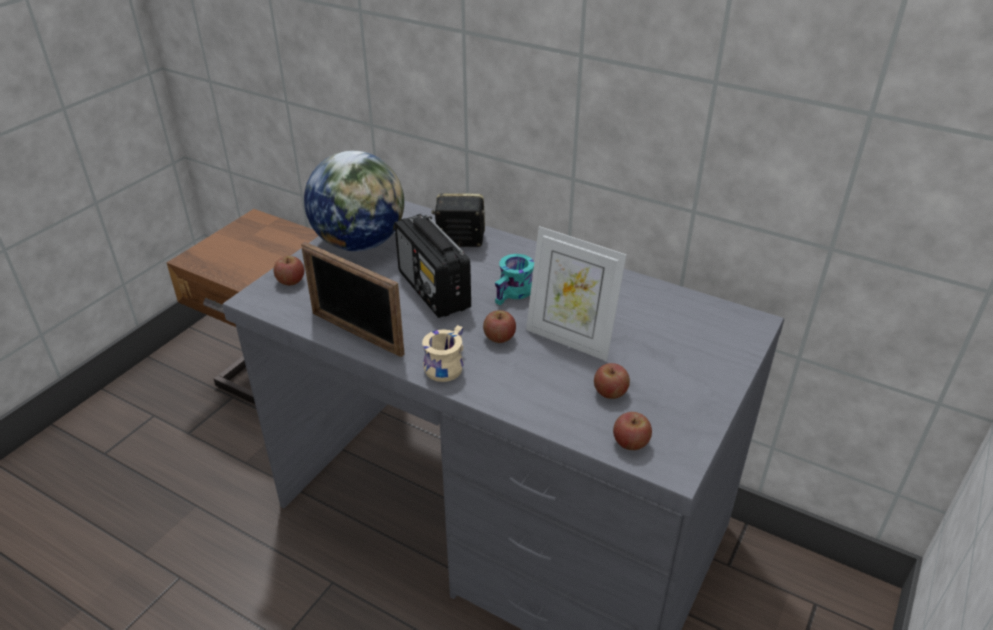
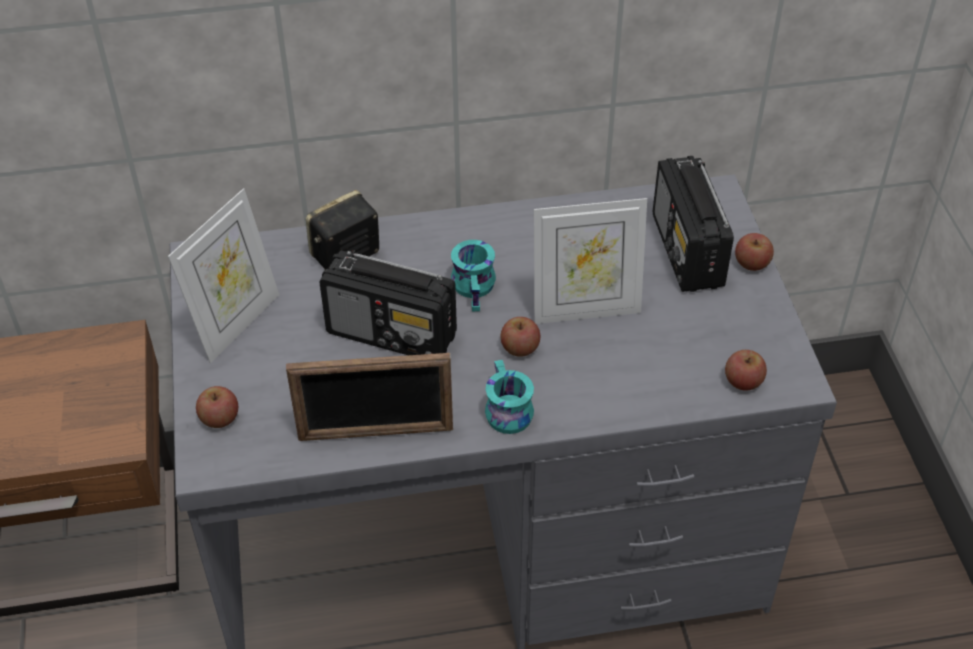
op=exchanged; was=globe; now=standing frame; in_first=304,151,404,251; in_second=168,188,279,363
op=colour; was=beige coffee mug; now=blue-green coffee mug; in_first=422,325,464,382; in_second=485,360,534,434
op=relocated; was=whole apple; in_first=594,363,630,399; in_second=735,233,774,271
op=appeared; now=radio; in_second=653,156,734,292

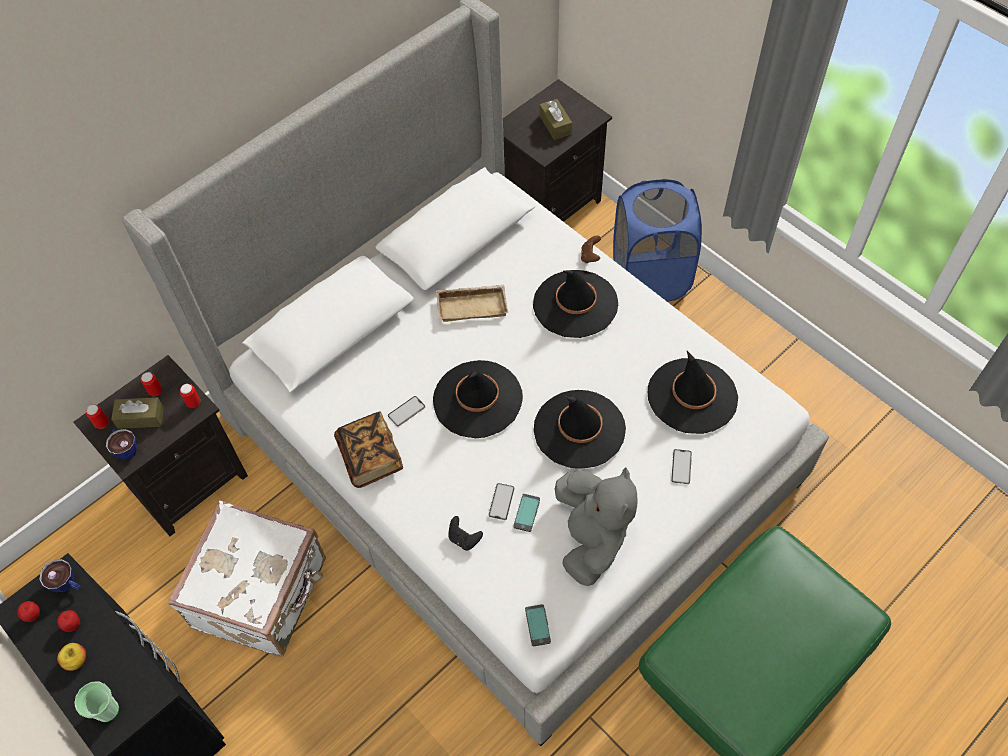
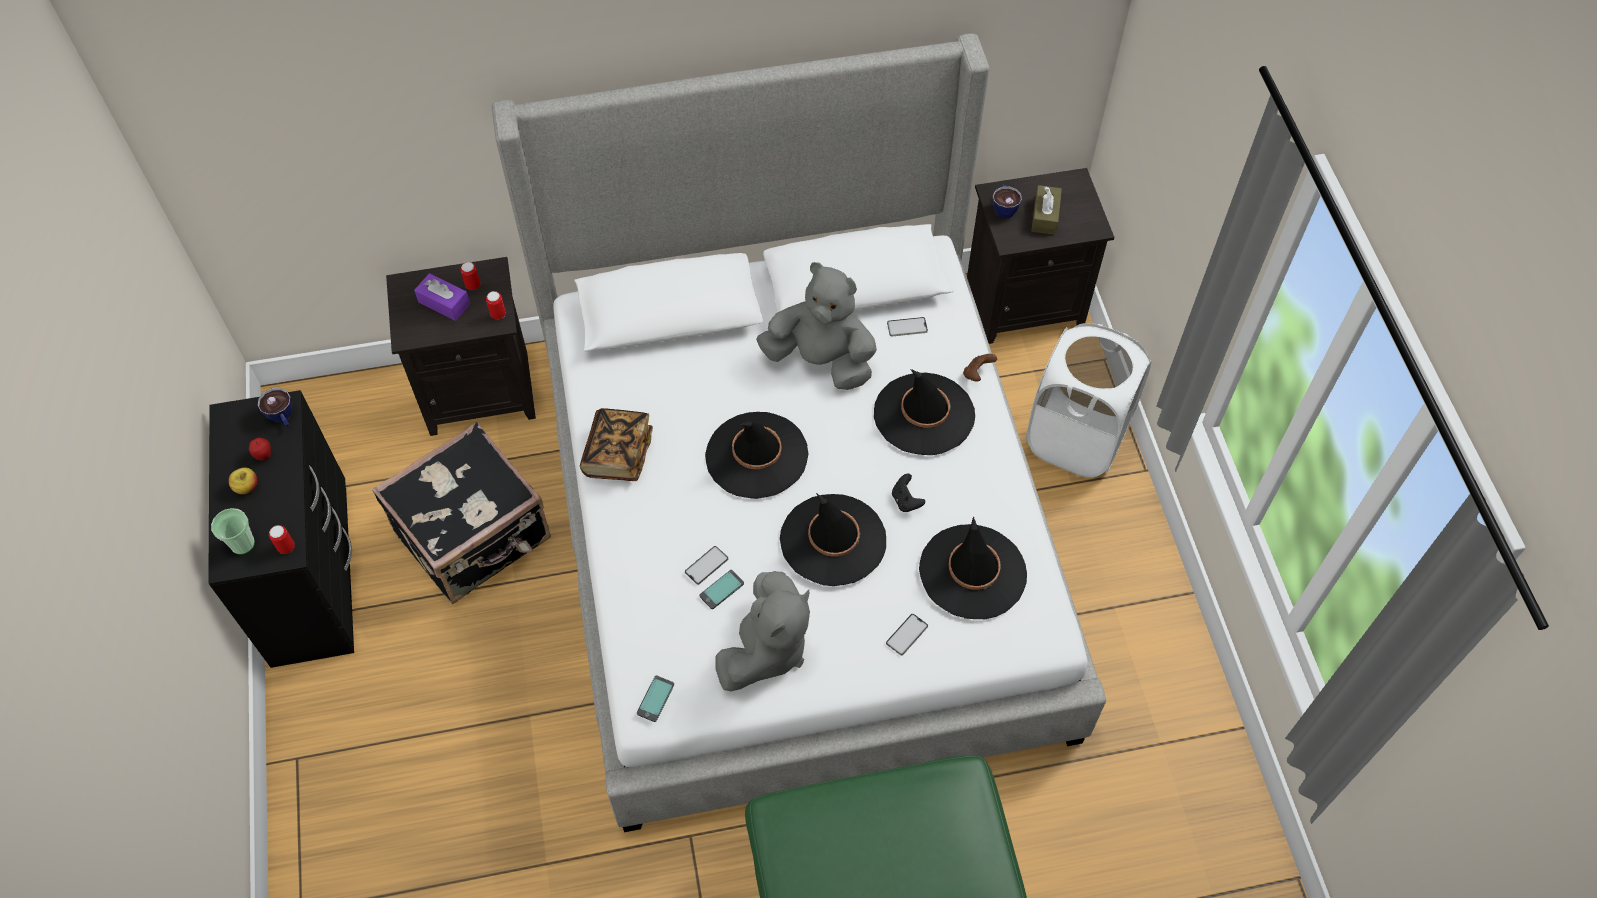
op=missing; was=whole apple; in_first=17,601,40,622
op=relocated; was=can; in_first=86,405,109,429; in_second=269,525,295,554
op=relocated; was=cup; in_first=106,429,137,460; in_second=993,184,1022,218
op=colour; was=brown box of tissues; now=purple-coloured box of tissues; in_first=111,397,164,429; in_second=414,273,470,321
op=colour; was=white piece of luggage; now=blackish piece of luggage; in_first=168,501,326,657; in_second=372,422,551,604
op=relocated; was=telephone; in_first=388,396,425,427; in_second=887,317,928,337
op=exchanged; was=beige tray; now=gray cuddly toy; in_first=436,285,508,322; in_second=756,262,877,390
op=relocated; was=blackish joypad; in_first=448,516,483,550; in_second=892,474,925,512
op=colour; was=bluish laundry basket; now=white laundry basket; in_first=613,179,702,302; in_second=1026,323,1152,478

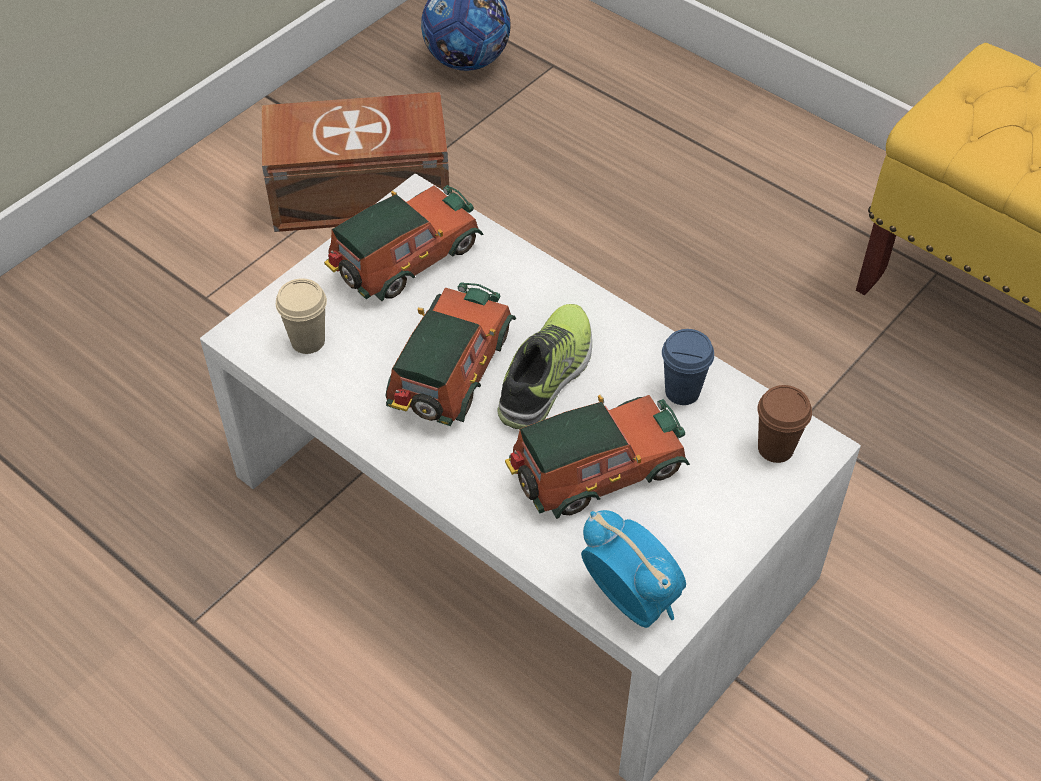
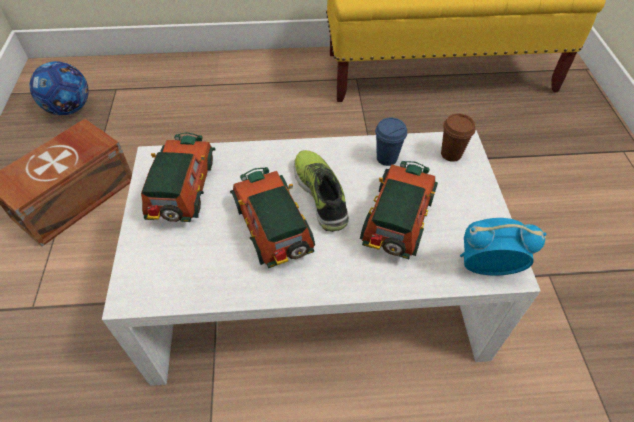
op=missing; was=beige cup; in_first=276,278,327,354

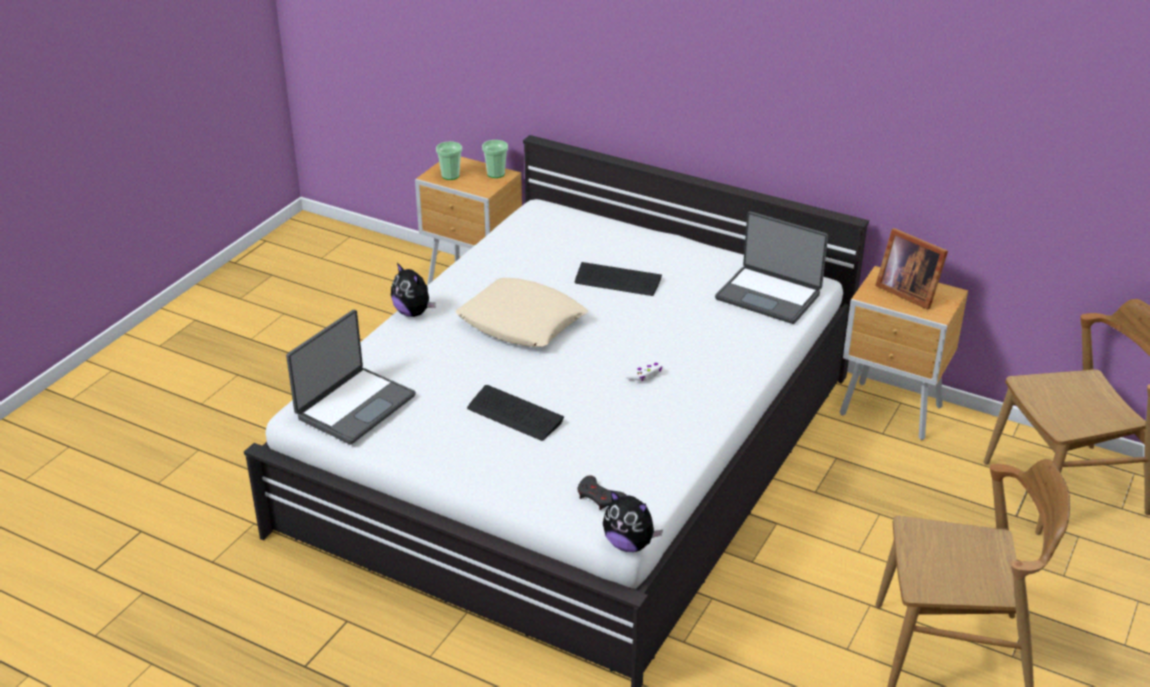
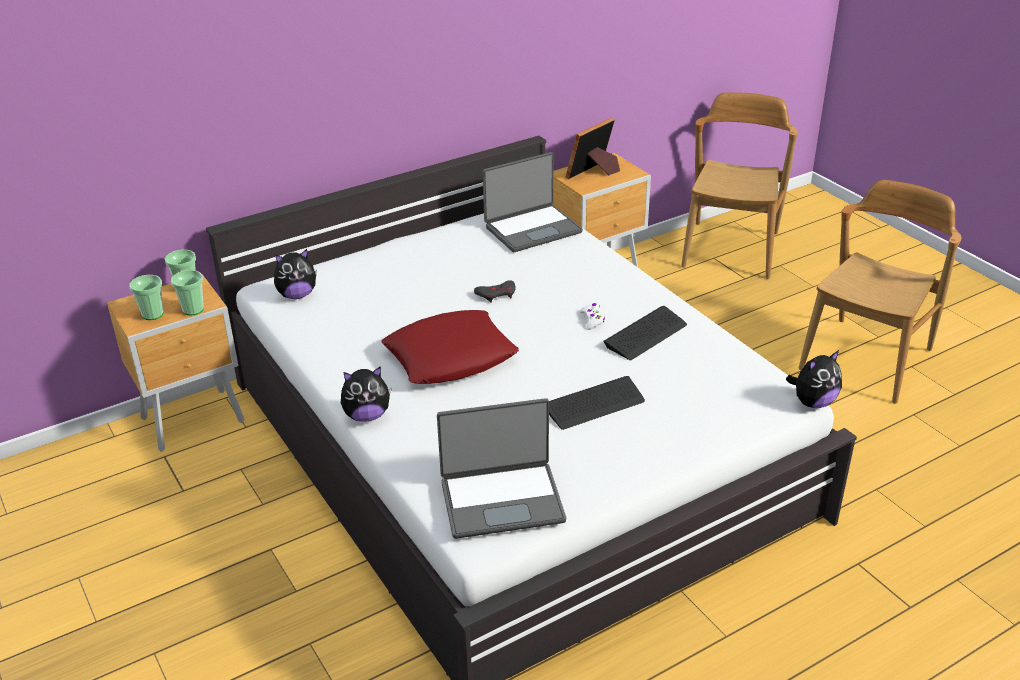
op=spun; was=portable computer; in_first=286,309,416,445; in_second=437,398,566,539; clockwise=105
op=colour; was=beige throw pillow; now=red throw pillow; in_first=455,278,588,347; in_second=381,310,519,384
op=relocated; was=PC keyboard; in_first=575,262,662,296; in_second=603,306,687,360
op=relocated; was=gray joypad; in_first=577,475,626,510; in_second=474,280,516,303
op=spun; was=standing frame; in_first=875,228,948,310; in_second=566,118,620,179; clockwise=150
op=appeared; now=cup; in_second=171,270,204,315
op=appeared; now=cuddly toy; in_second=274,249,317,299

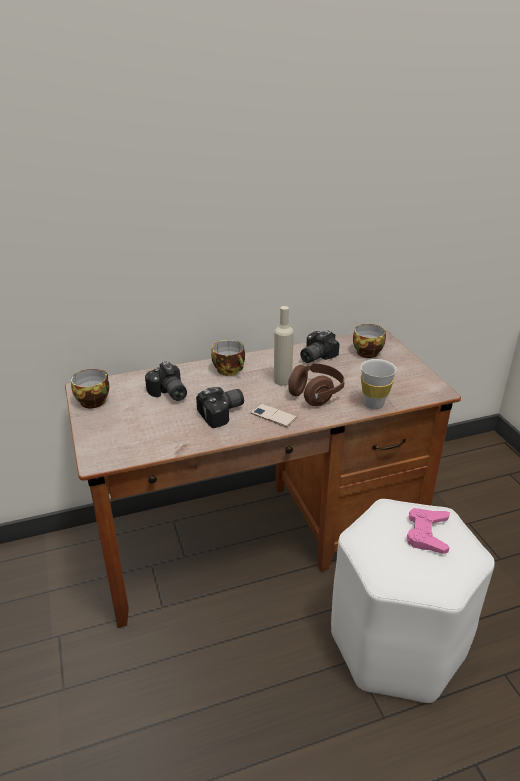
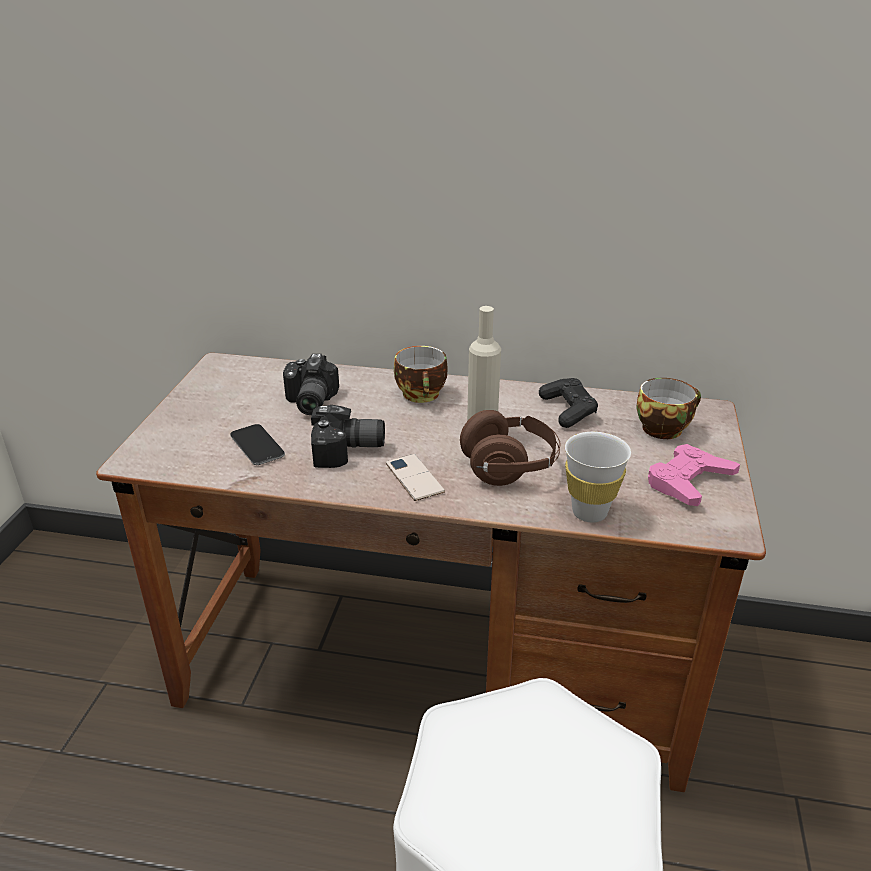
op=missing; was=cup; in_first=71,369,110,408
op=exchanged; was=photo camera; now=blackish joypad; in_first=300,330,339,363; in_second=539,378,598,428
op=relocated; was=pink joypad; in_first=407,508,450,554; in_second=648,444,740,506
op=appeared; now=telephone; in_second=230,424,285,465

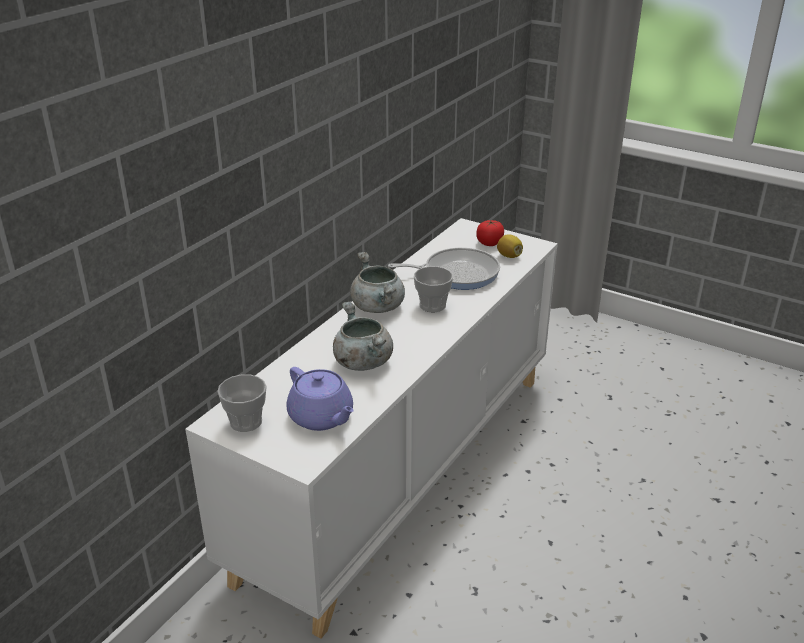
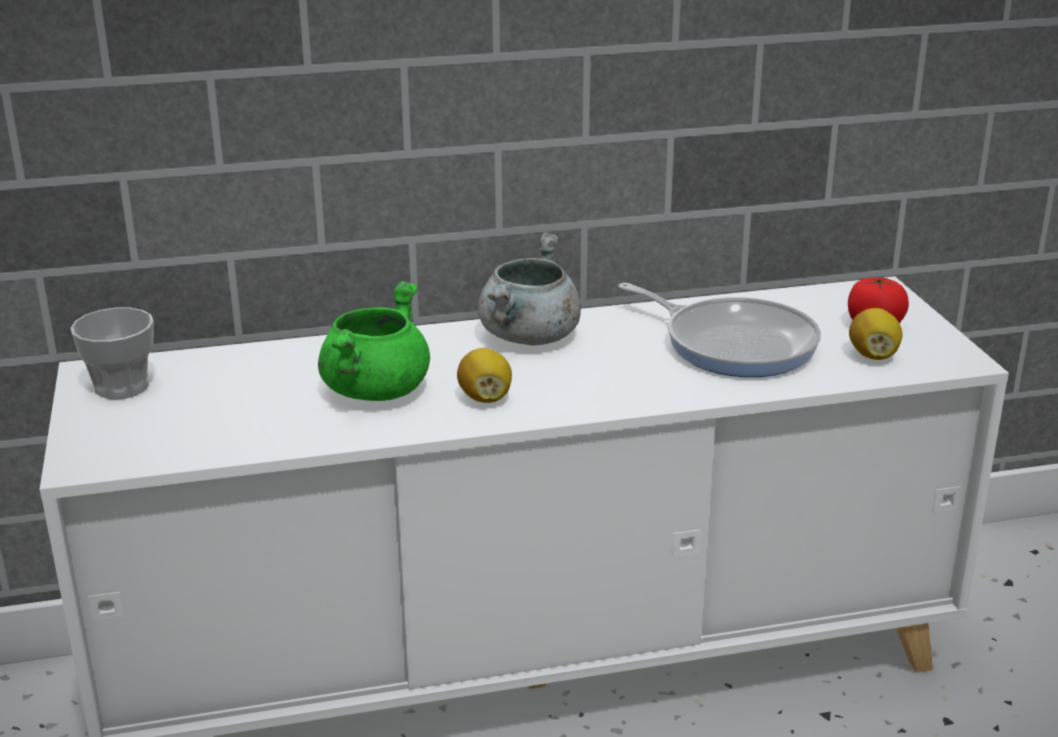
op=missing; was=purple-coloured pot for tea; in_first=287,367,354,431
op=colour; was=gray cooking pot; now=greenish cooking pot; in_first=333,302,393,371; in_second=318,281,430,401
op=missing; was=cup; in_first=414,266,453,312
op=appeared; now=whole lemon; in_second=457,348,512,403

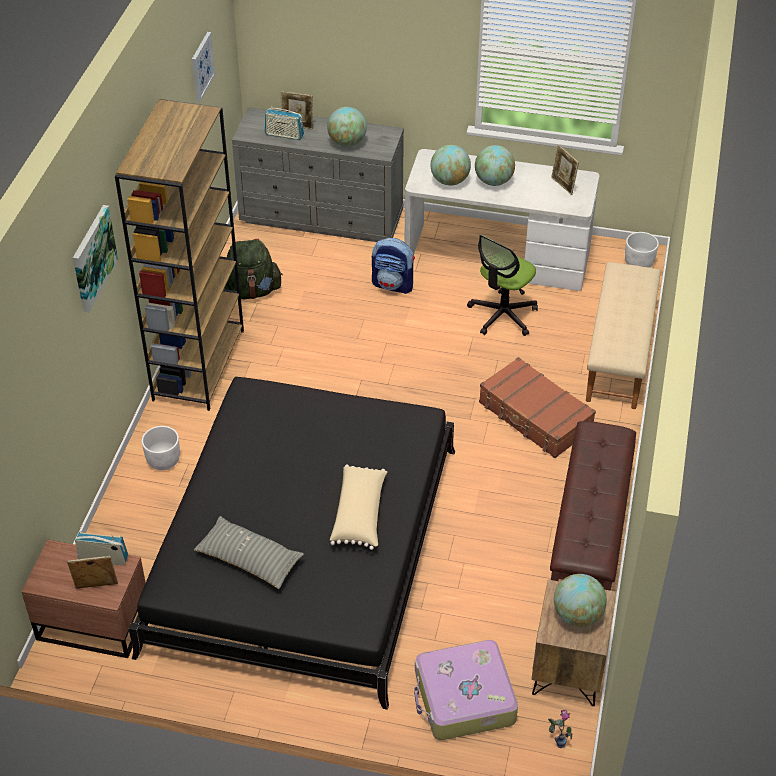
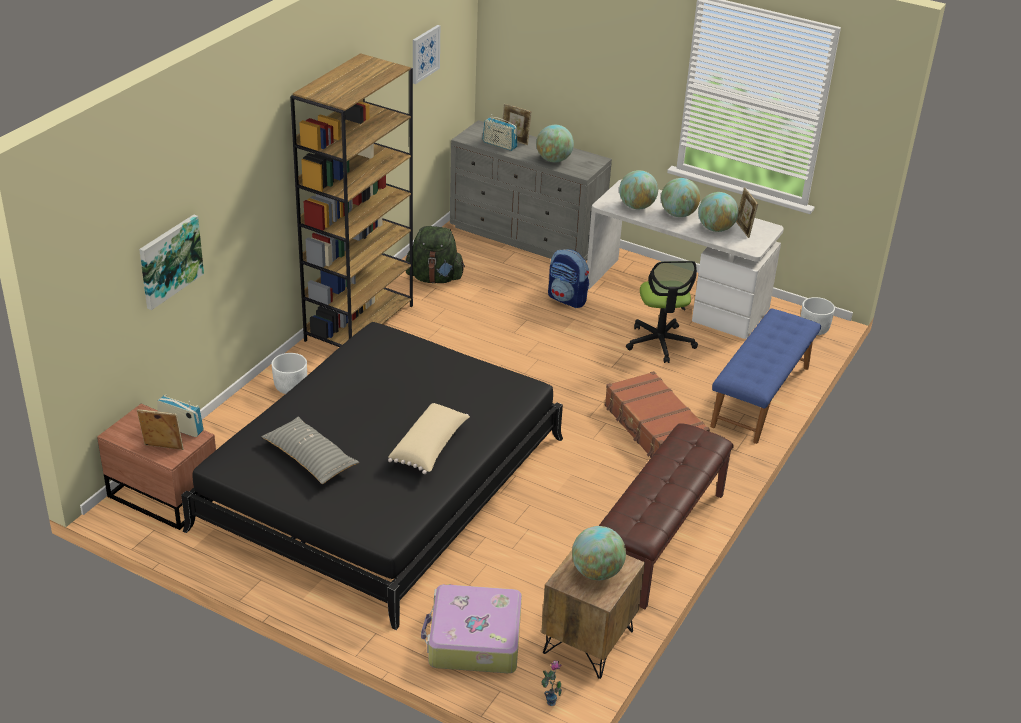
op=relocated; was=wall art; in_first=73,205,118,313; in_second=139,214,204,310
op=spun; was=office chair; in_first=467,235,538,336; in_second=626,261,698,363; clockwise=-60
op=colour; was=beige bench; now=bluish bench; in_first=586,262,661,409; in_second=710,309,821,444
op=appeared; now=globe; in_second=698,192,739,232

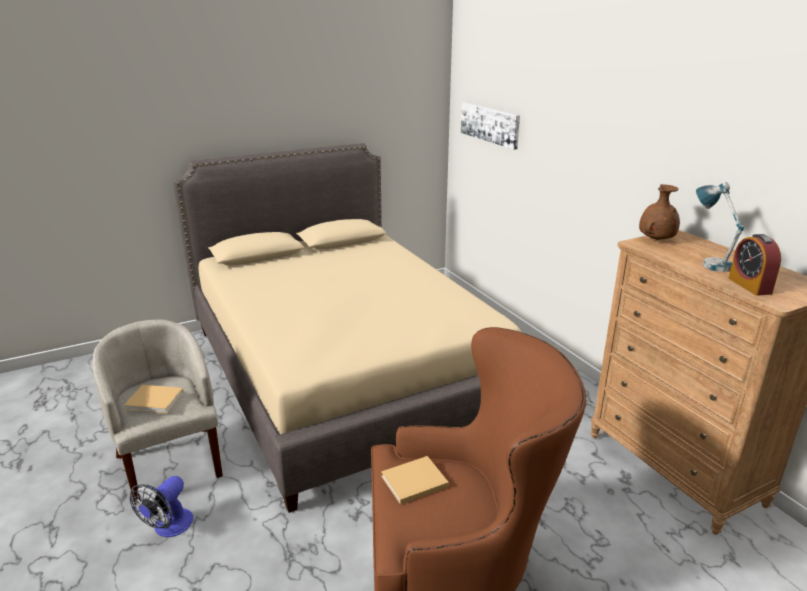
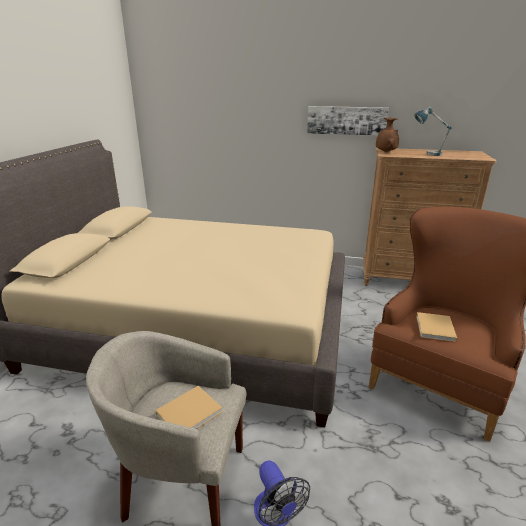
op=relocated; was=wall art; in_first=461,102,520,150; in_second=307,106,389,136
op=missing; was=bedside clock; in_first=729,234,781,296

